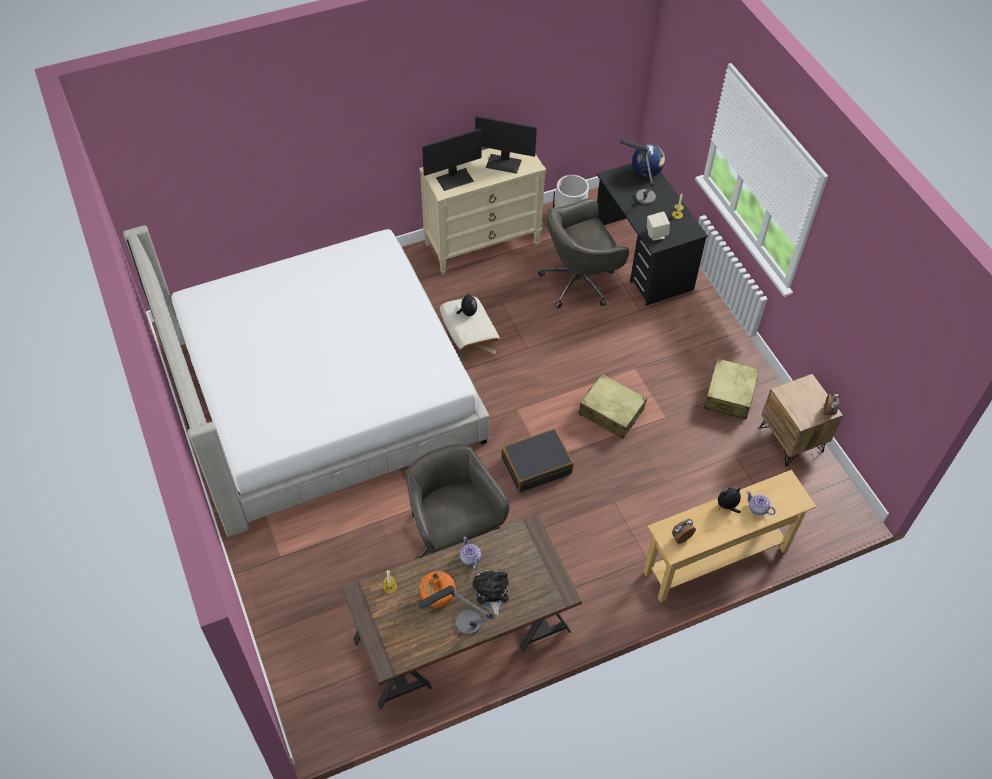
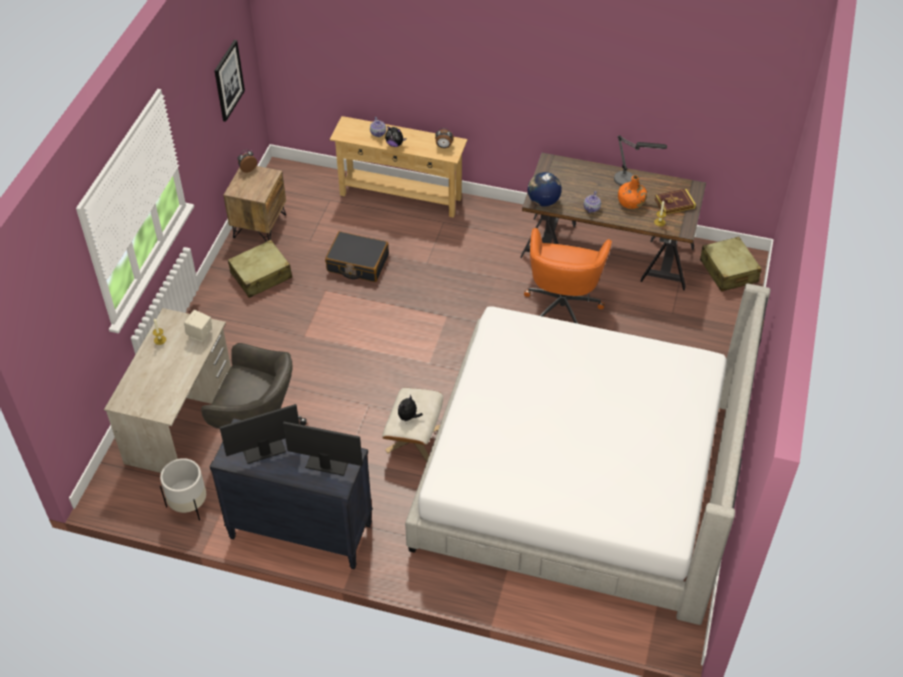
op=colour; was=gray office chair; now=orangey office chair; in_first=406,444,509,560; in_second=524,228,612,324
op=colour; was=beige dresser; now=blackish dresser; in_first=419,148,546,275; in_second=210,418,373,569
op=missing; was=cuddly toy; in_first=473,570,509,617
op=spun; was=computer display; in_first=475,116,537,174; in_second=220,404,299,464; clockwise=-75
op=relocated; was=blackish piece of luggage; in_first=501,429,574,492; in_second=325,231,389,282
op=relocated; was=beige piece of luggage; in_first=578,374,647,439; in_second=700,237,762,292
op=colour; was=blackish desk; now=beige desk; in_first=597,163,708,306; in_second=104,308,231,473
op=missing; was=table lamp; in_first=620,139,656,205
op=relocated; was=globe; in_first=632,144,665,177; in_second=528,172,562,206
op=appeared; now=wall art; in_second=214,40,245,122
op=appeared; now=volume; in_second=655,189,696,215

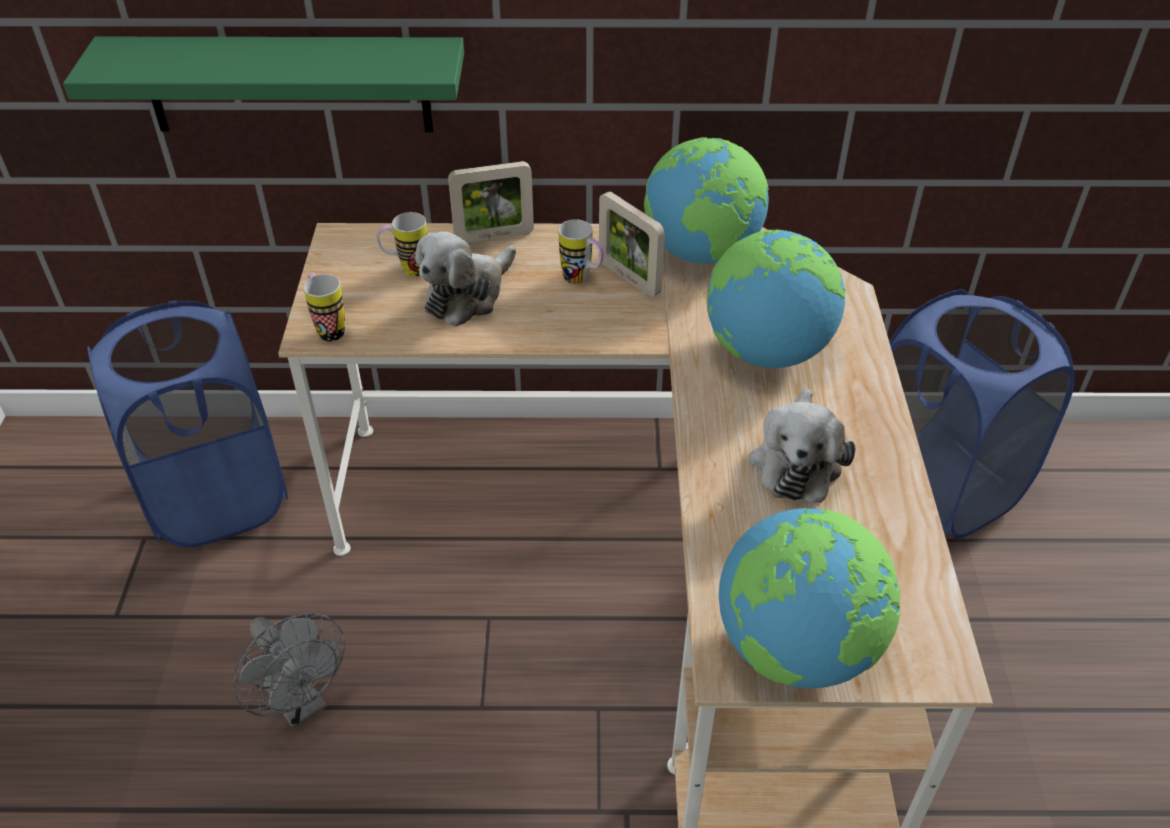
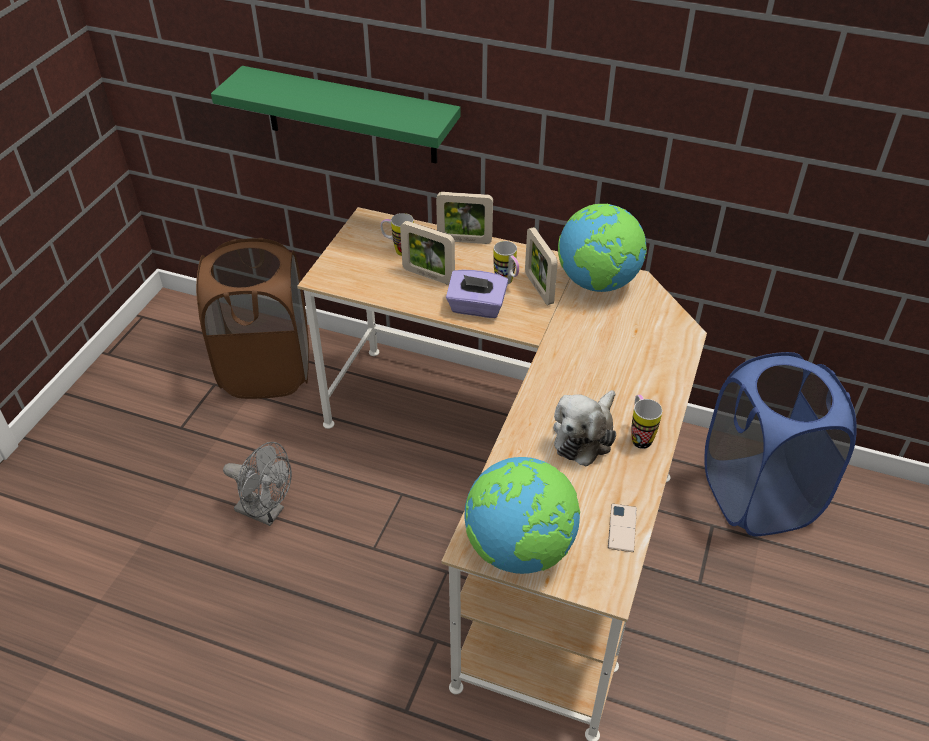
op=colour; was=bluish laundry basket; now=brown laundry basket; in_first=87,300,288,548; in_second=196,238,309,399
op=spun; was=gray electric fan; in_first=233,613,344,729; in_second=223,442,292,526; clockwise=-45
op=relocated; was=coffee mug; in_first=303,273,345,341; in_second=631,395,662,449
op=exchanged; was=cuddly toy; now=standing frame; in_first=415,232,516,326; in_second=400,221,455,285
op=missing; was=globe; in_first=706,230,846,368
op=appeared; now=purple-coloured box of tissues; in_second=446,270,508,318
op=appeared; now=telephone; in_second=608,504,637,552

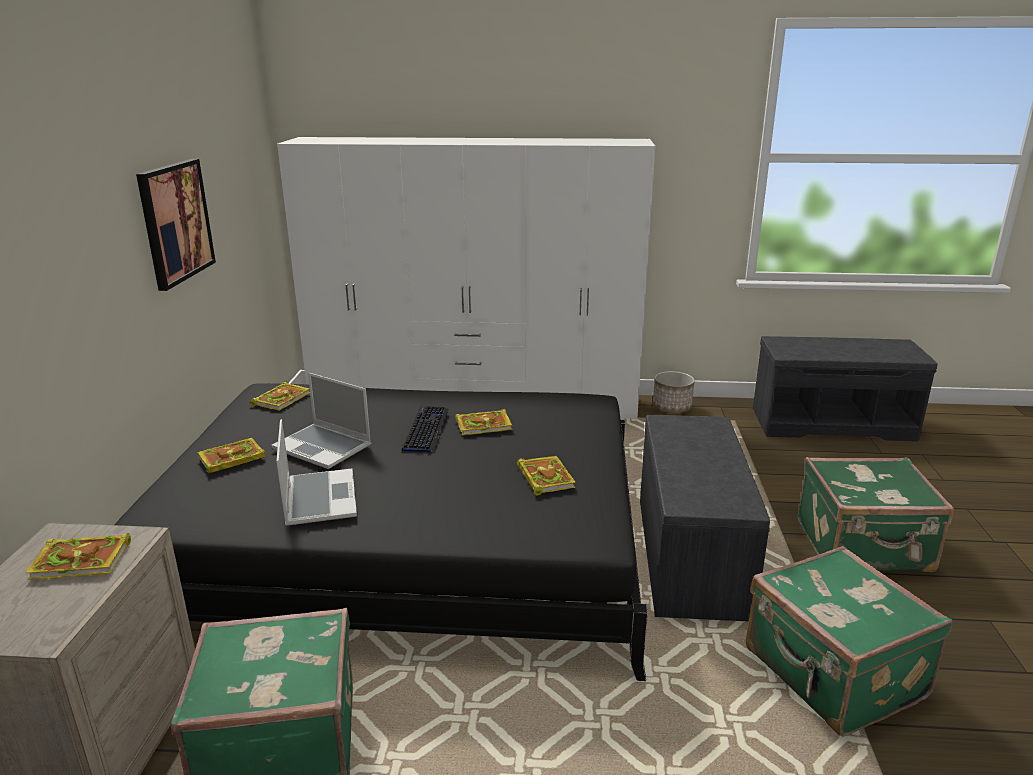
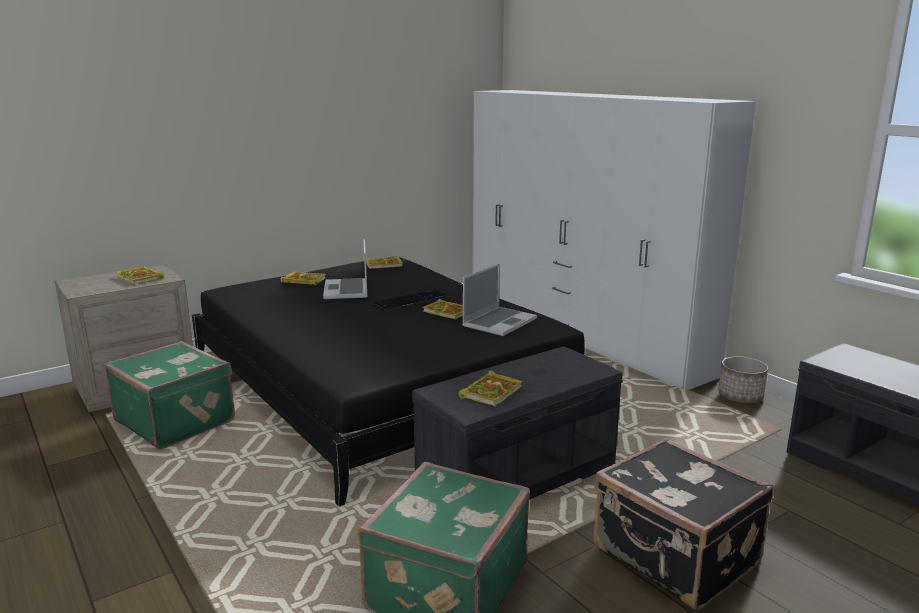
op=missing; was=wall art; in_first=136,159,216,291
op=relocated; was=portable computer; in_first=276,419,357,525; in_second=462,263,537,336
op=relocated; was=volume; in_first=517,456,576,495; in_second=459,370,523,406
op=colour; was=greenish piece of luggage; now=blackish piece of luggage; in_first=798,457,954,572; in_second=594,438,774,610

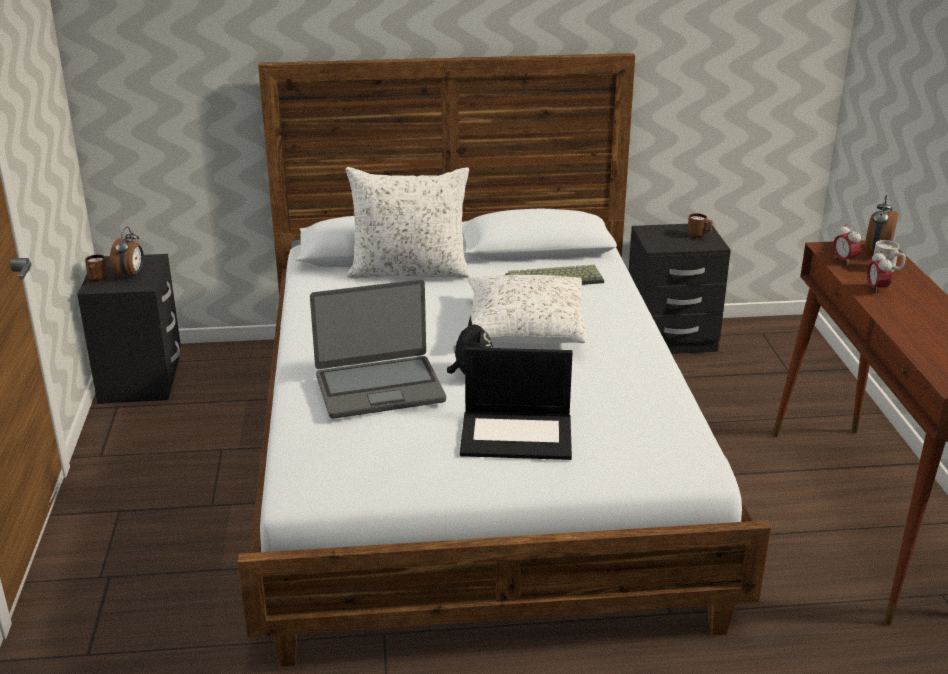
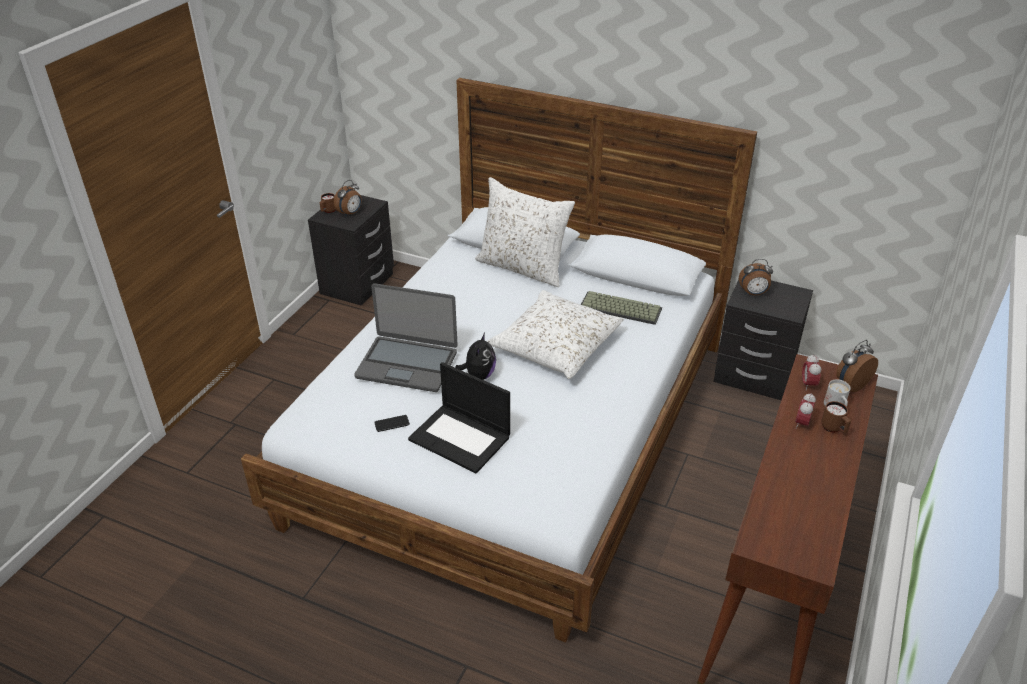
op=relocated; was=brown coffee mug; in_first=687,213,713,238; in_second=821,401,851,433
op=appeared; now=telephone; in_second=374,415,410,432
op=appeared; now=bedside clock; in_second=739,259,773,296

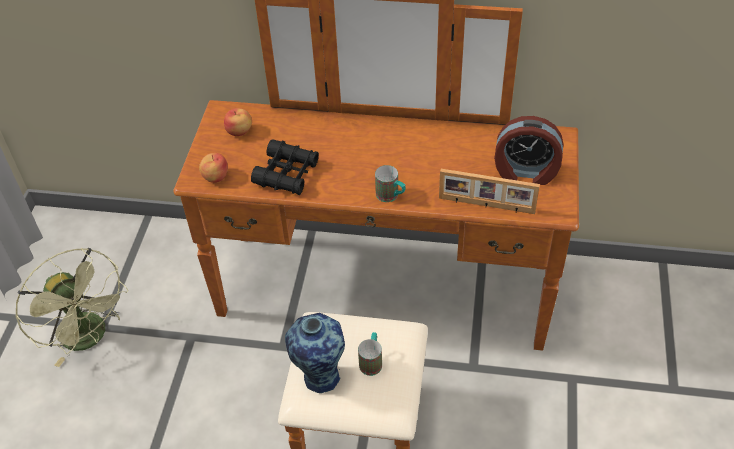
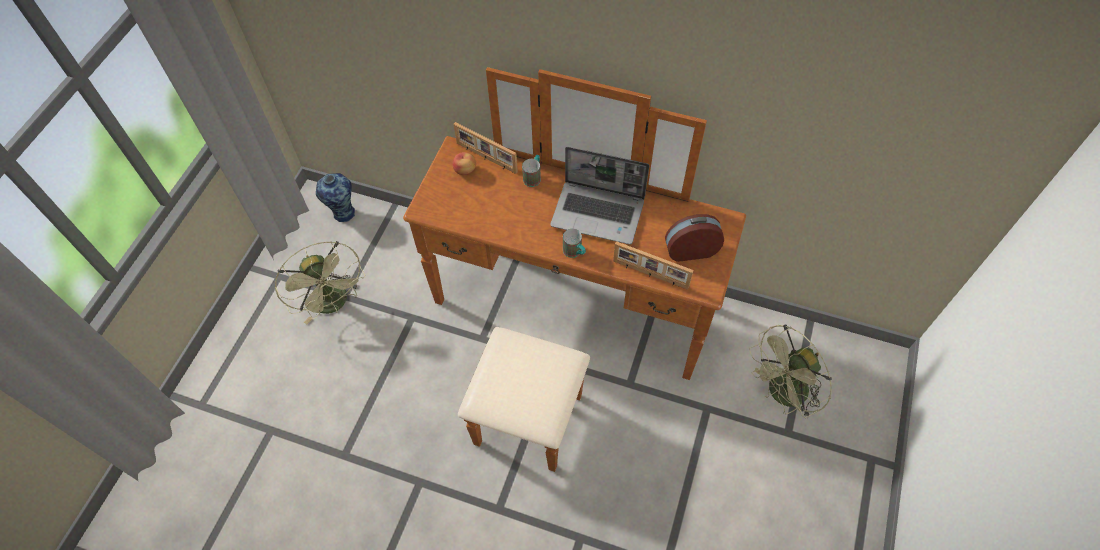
op=missing; was=whole apple; in_first=199,153,228,183
op=missing; was=blackish field glasses; in_first=251,140,319,195
op=relocated; was=vase; in_first=285,313,345,393; in_second=316,173,355,222
op=relocated; was=coffee mug; in_first=358,332,382,376; in_second=522,155,541,187
op=spun; was=bedside clock; in_first=494,116,563,185; in_second=665,214,724,262; clockwise=150
op=appeared; now=standing frame; in_second=453,122,518,174
op=appeared; now=portable computer; in_second=550,147,649,245
op=appeared; now=greenish electric fan; in_second=749,325,832,418

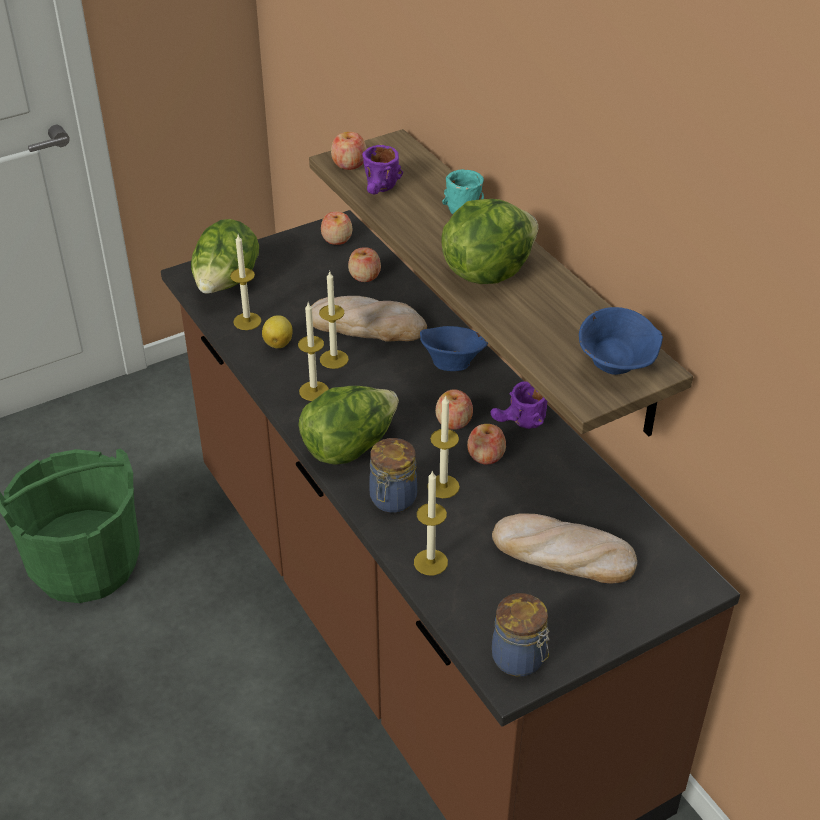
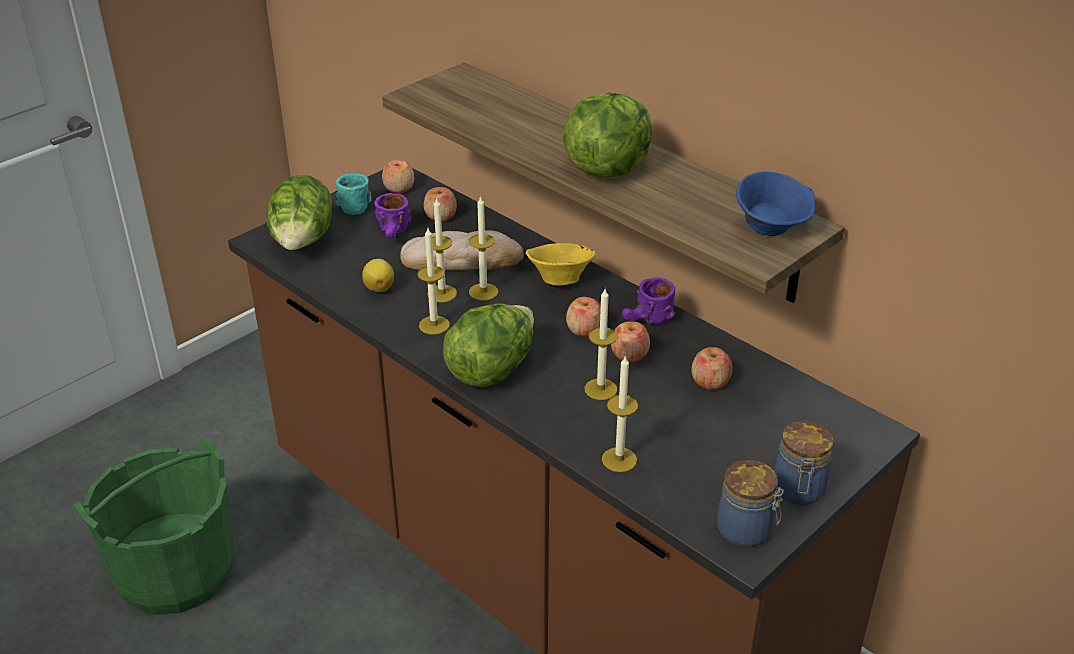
op=relocated; was=candle; in_first=230,235,261,330; in_second=469,195,498,301
op=relocated; was=whole apple; in_first=331,132,367,170; in_second=691,347,732,390
op=relocated; was=purple-coloured coffee mug; in_first=362,145,403,195; in_second=374,193,412,239
op=relocated; was=jar; in_first=369,438,417,513; in_second=774,421,834,505
op=colour; was=bluish serving bowl; now=yellowish serving bowl; in_first=420,326,488,371; in_second=526,243,596,285
op=relocated; was=blue-green coffee mug; in_first=442,169,484,214; in_second=335,173,372,215
op=missing; was=bread; in_first=492,513,637,583

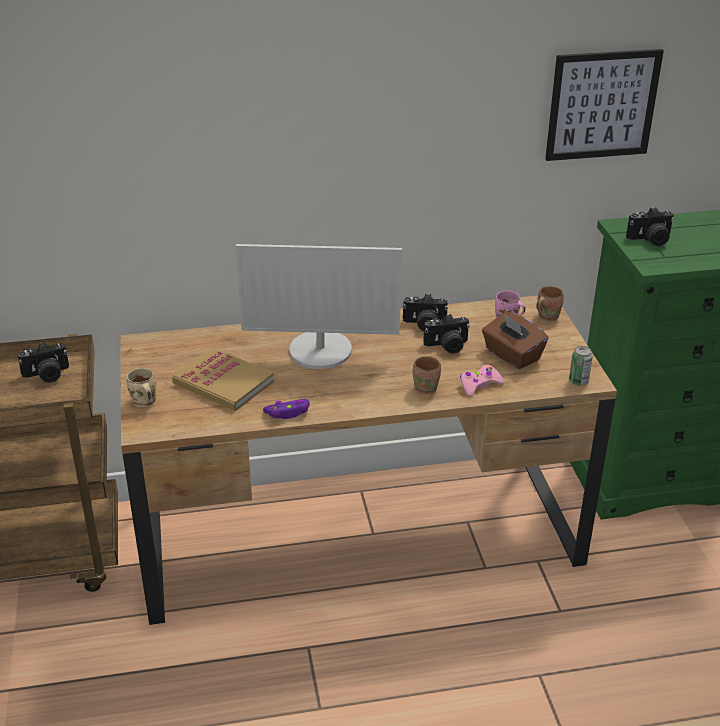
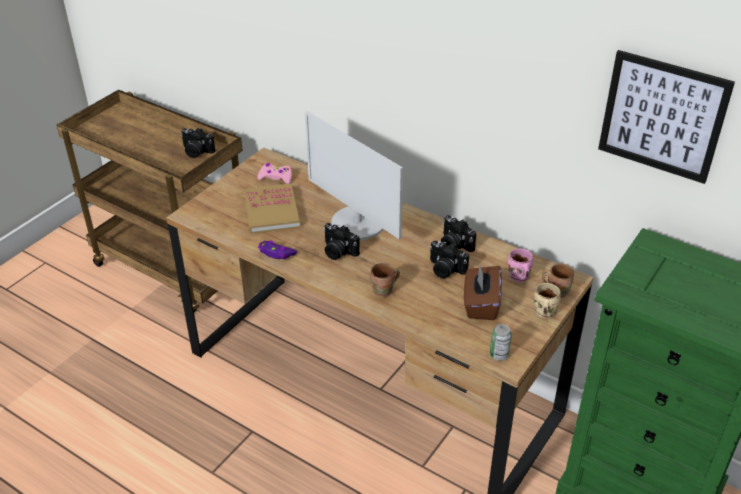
op=relocated; was=beige coffee mug; in_first=126,368,156,407; in_second=534,283,561,318
op=relocated; was=pink joypad; in_first=460,365,504,396; in_second=257,163,292,184
op=relocated; was=photo camera; in_first=626,207,674,246; in_second=323,223,360,260

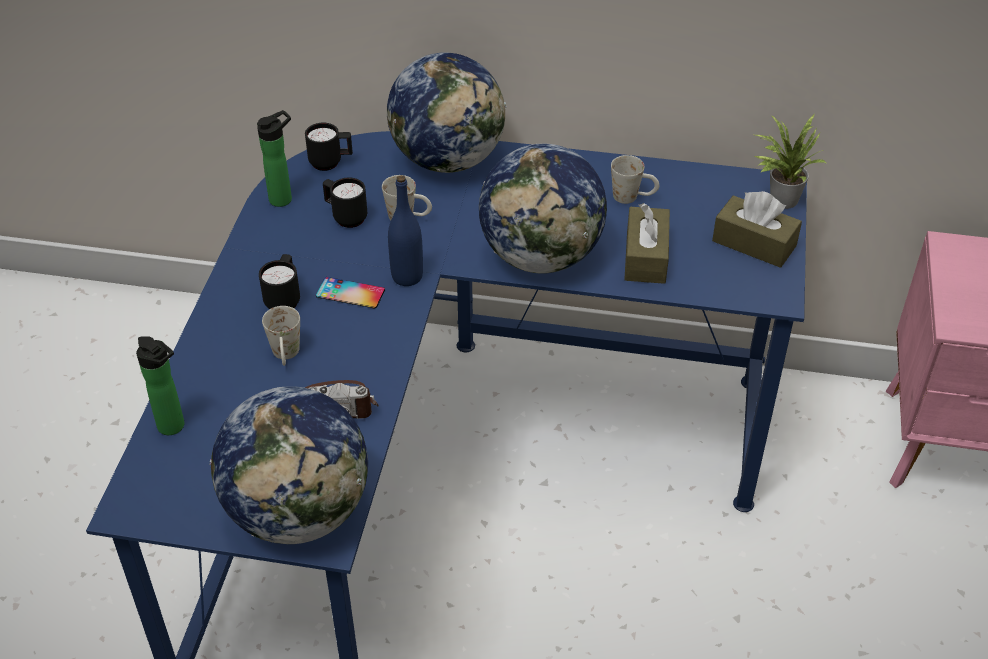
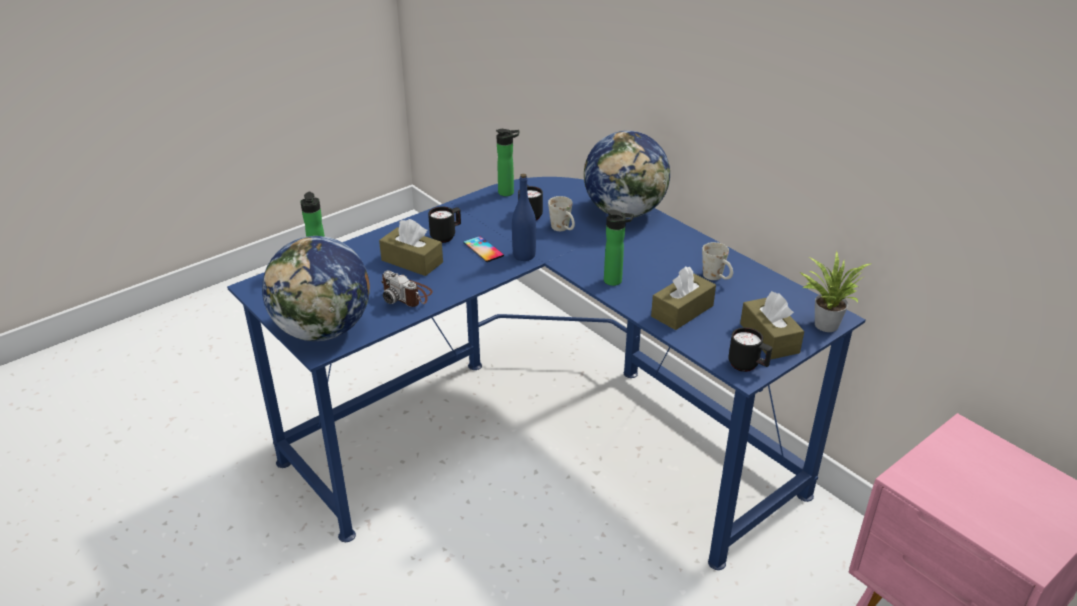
op=exchanged; was=white coffee mug; now=brown box of tissues; in_first=262,306,300,366; in_second=379,219,443,276
op=relocated; was=blackish coffee mug; in_first=305,123,353,171; in_second=728,327,772,372
op=exchanged; was=globe; now=bottle; in_first=479,144,607,273; in_second=604,210,634,286

